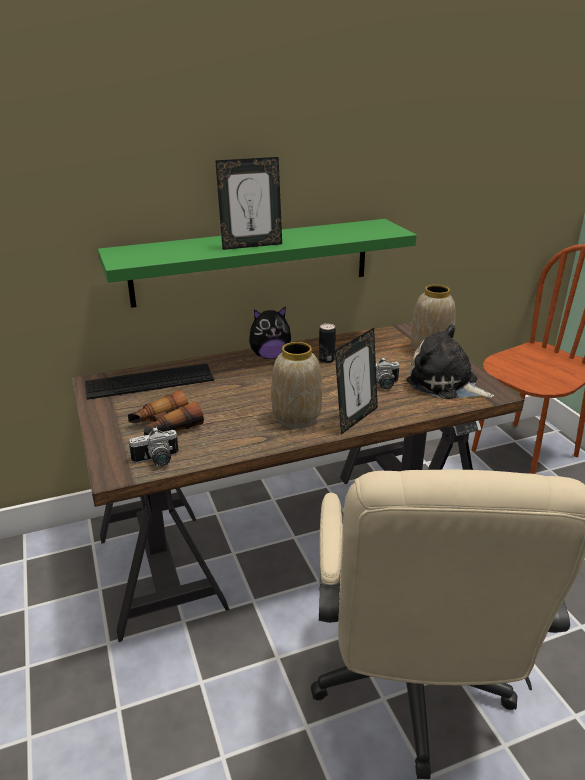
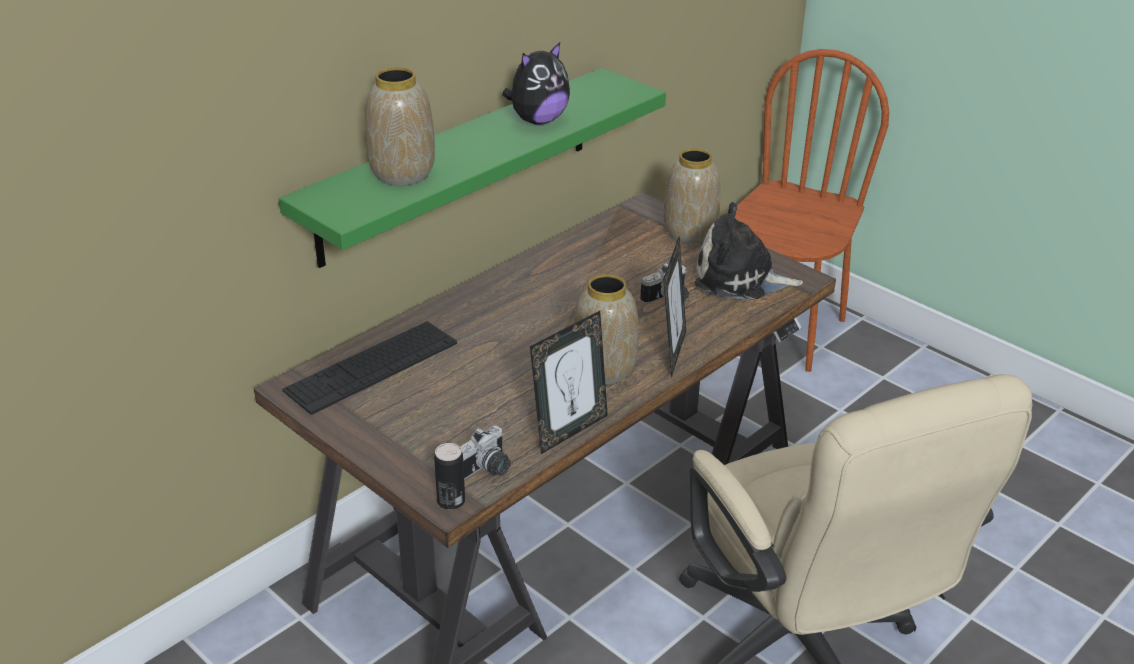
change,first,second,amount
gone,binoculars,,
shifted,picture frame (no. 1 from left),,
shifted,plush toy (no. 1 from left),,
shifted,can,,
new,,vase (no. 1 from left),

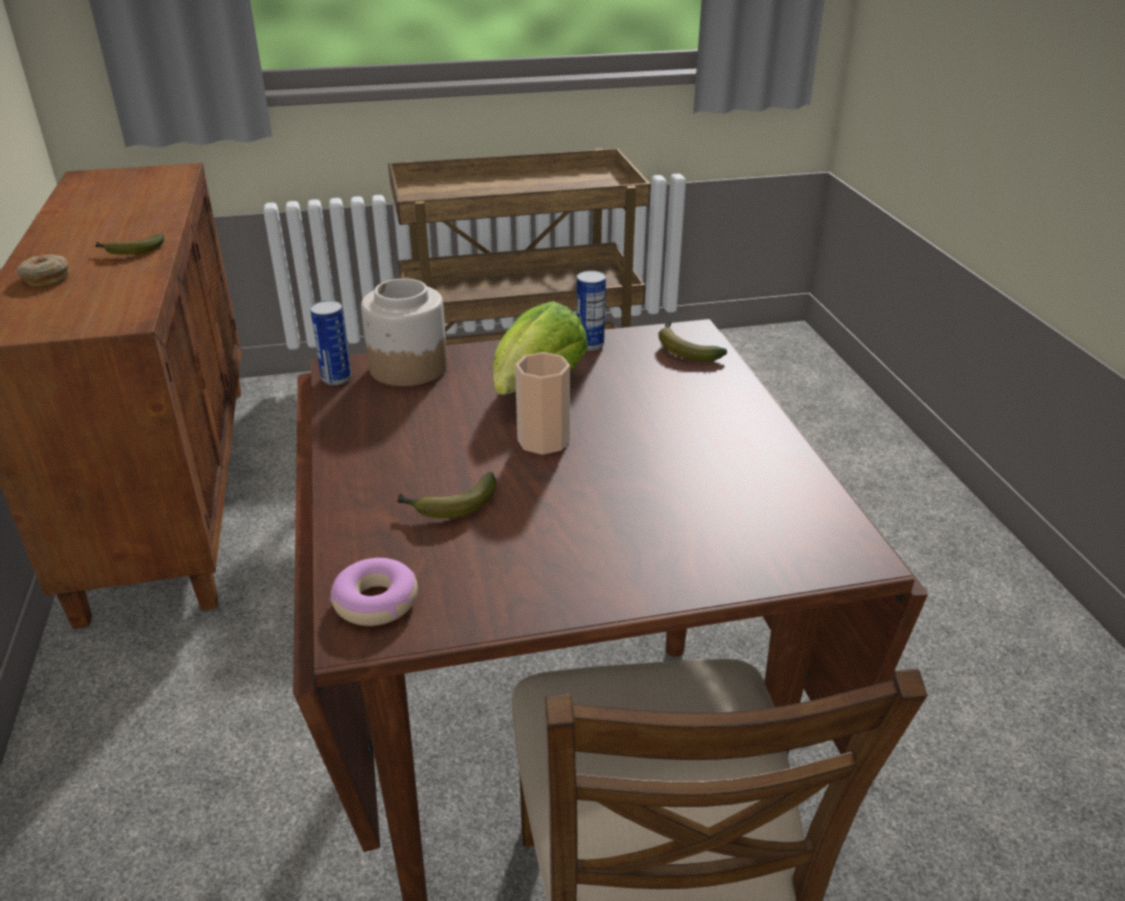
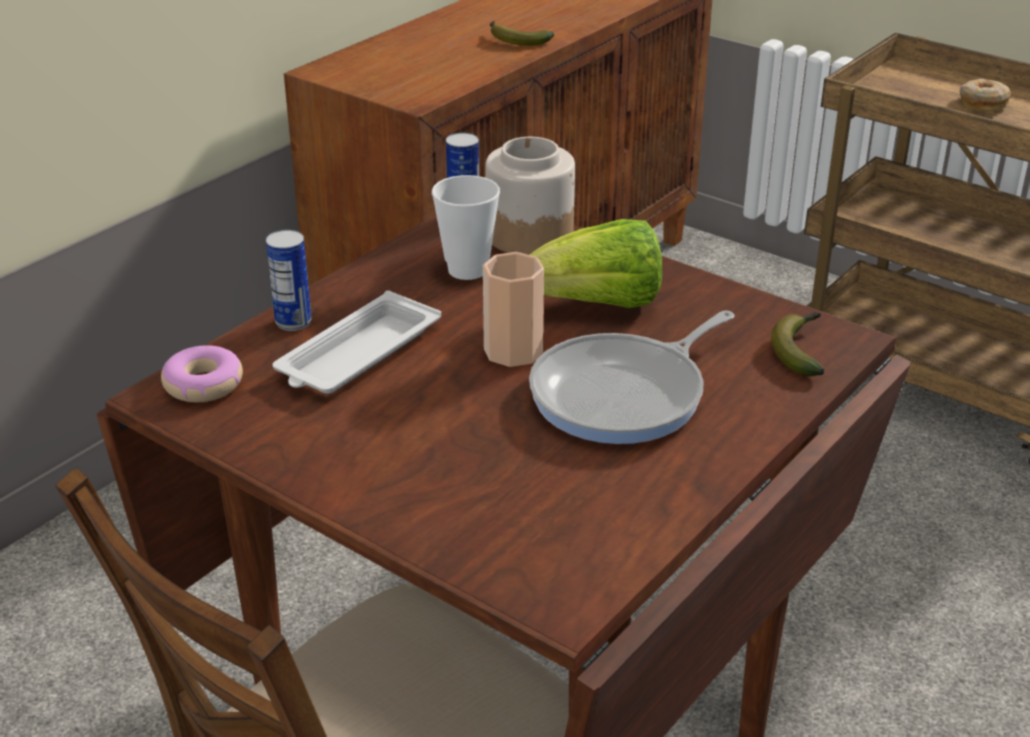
change,first,second,amount
shifted,donut (no. 1 from left in the first image),donut (no. 2 from left),
swapped,banana (no. 2 from left),tray in white,
shifted,can (no. 2 from left in the first image),can (no. 1 from left),
new,,cup (no. 1 from left),
new,,frying pan,

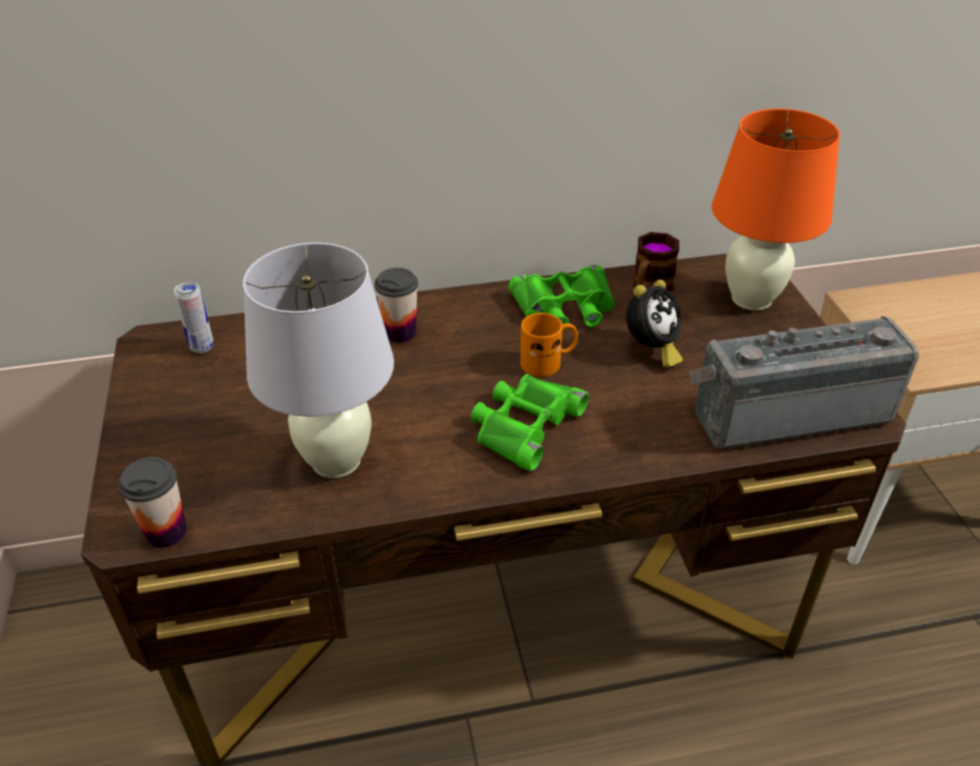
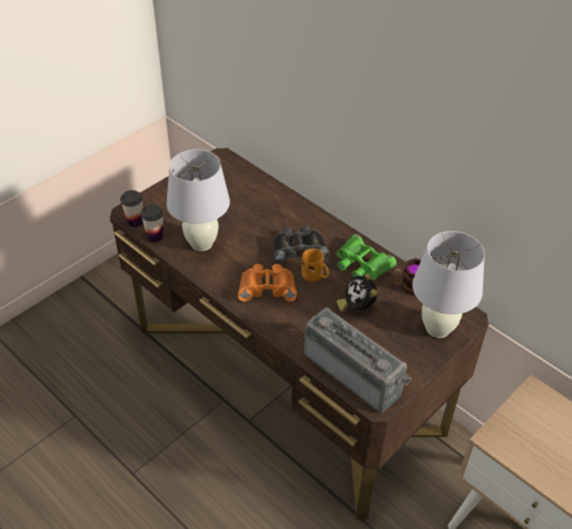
change,first,second,amount
gone,can,,
shifted,cup (no. 2 from left),,
repainted,binoculars in green (no. 1 from left),binoculars in orange,
rotated,alarm clock,,60 degrees clockwise
repainted,table lamp in orange,table lamp in white (no. 2 from left),
new,,binoculars in black,

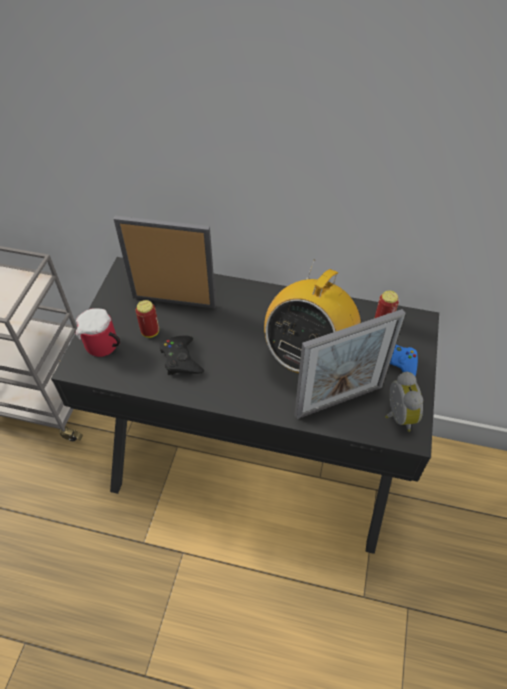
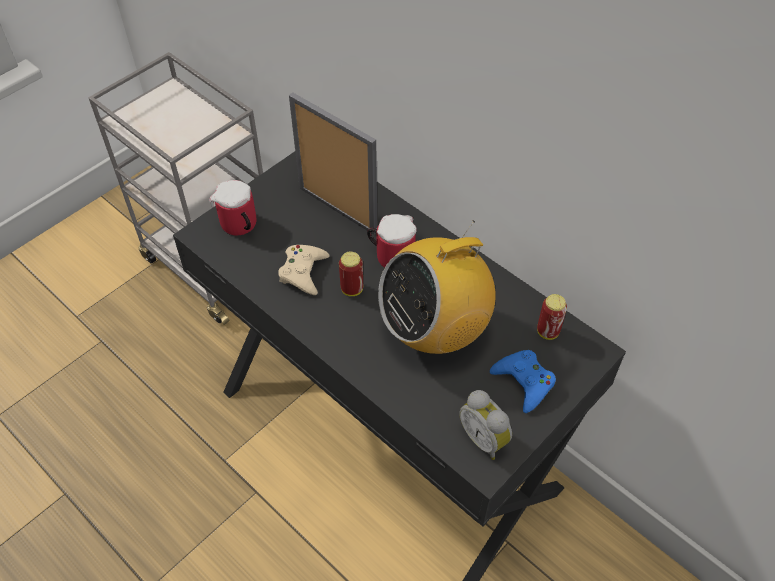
change,first,second,amount
shifted,can (no. 1 from left),,
repainted,game controller in black,game controller in beige,
gone,picture frame (no. 2 from left),,
rotated,alarm clock,,120 degrees clockwise
new,,mug (no. 2 from left),

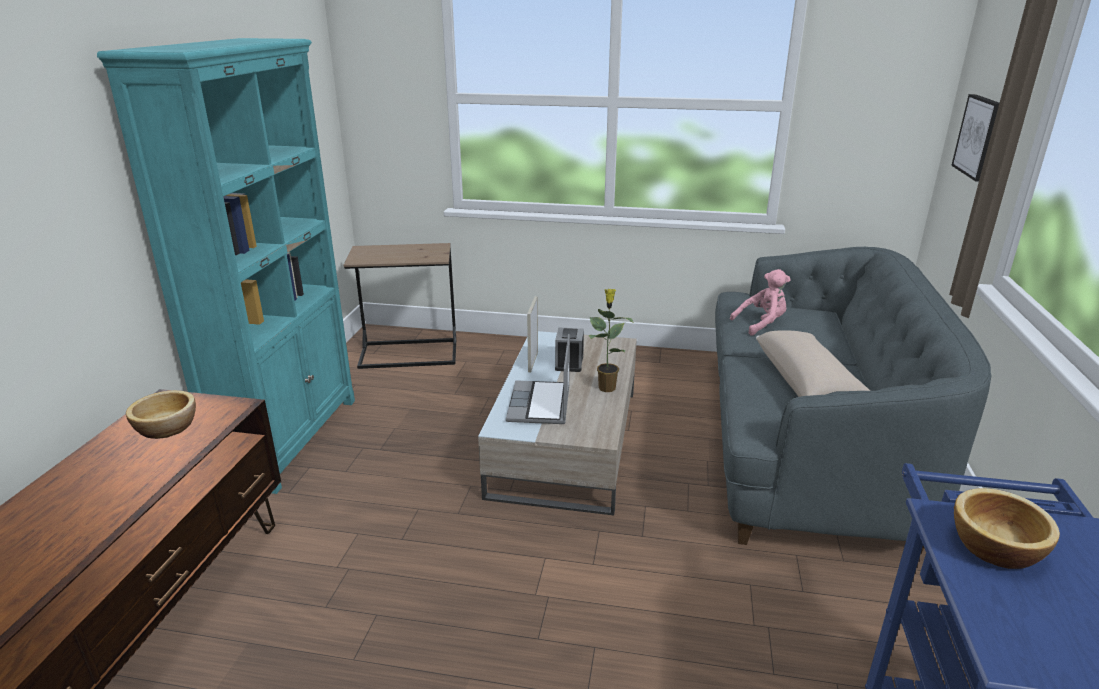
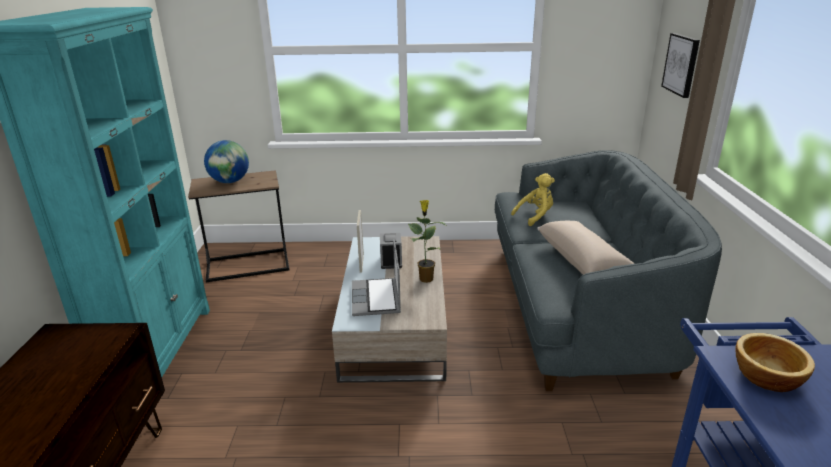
change,first,second,amount
gone,bowl (no. 1 from left),,
repainted,plush toy in pink,plush toy in yellow,
new,,globe,

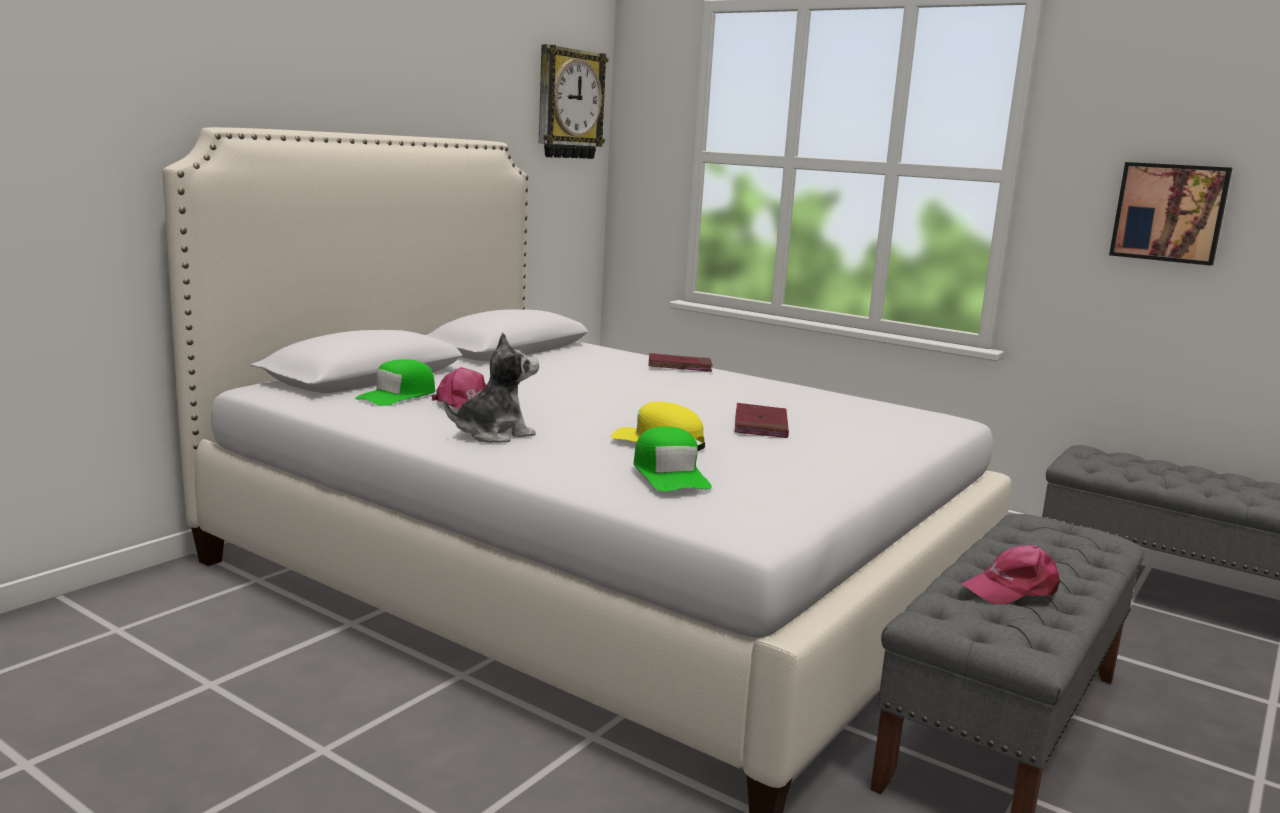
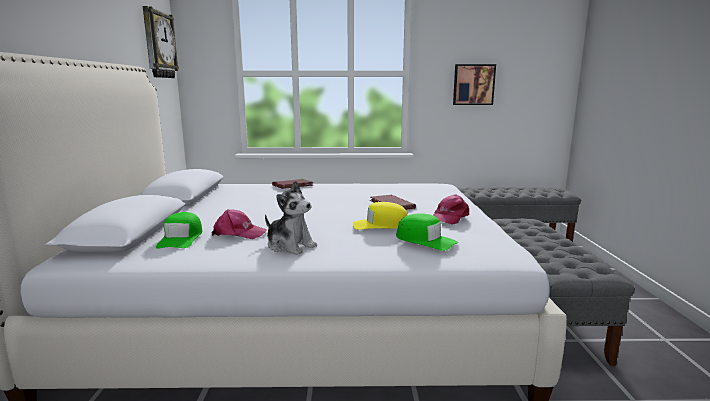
change,first,second,amount
rotated,plush toy,,105 degrees clockwise
shifted,cap in pink (no. 2 from left),,

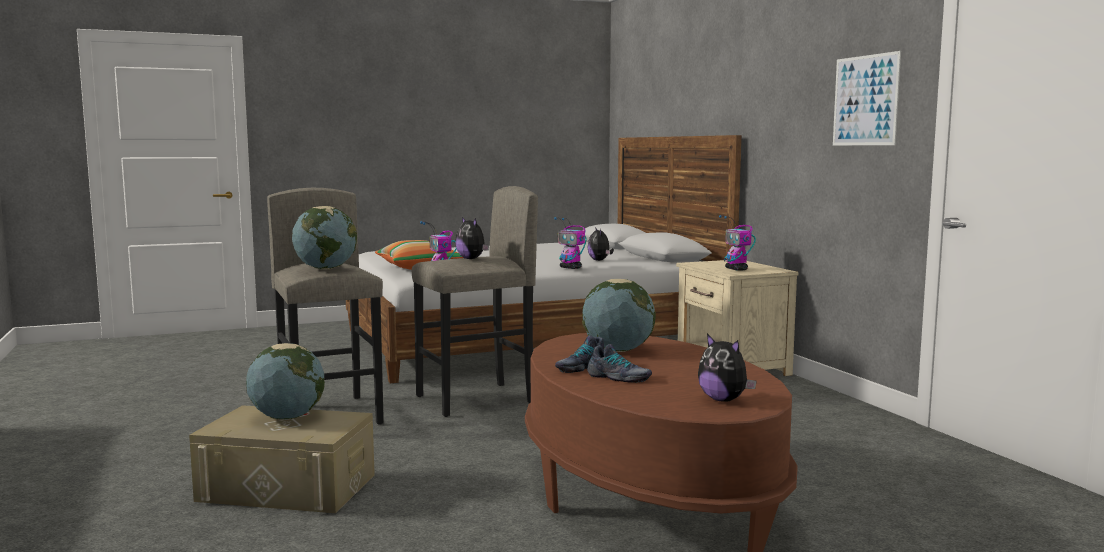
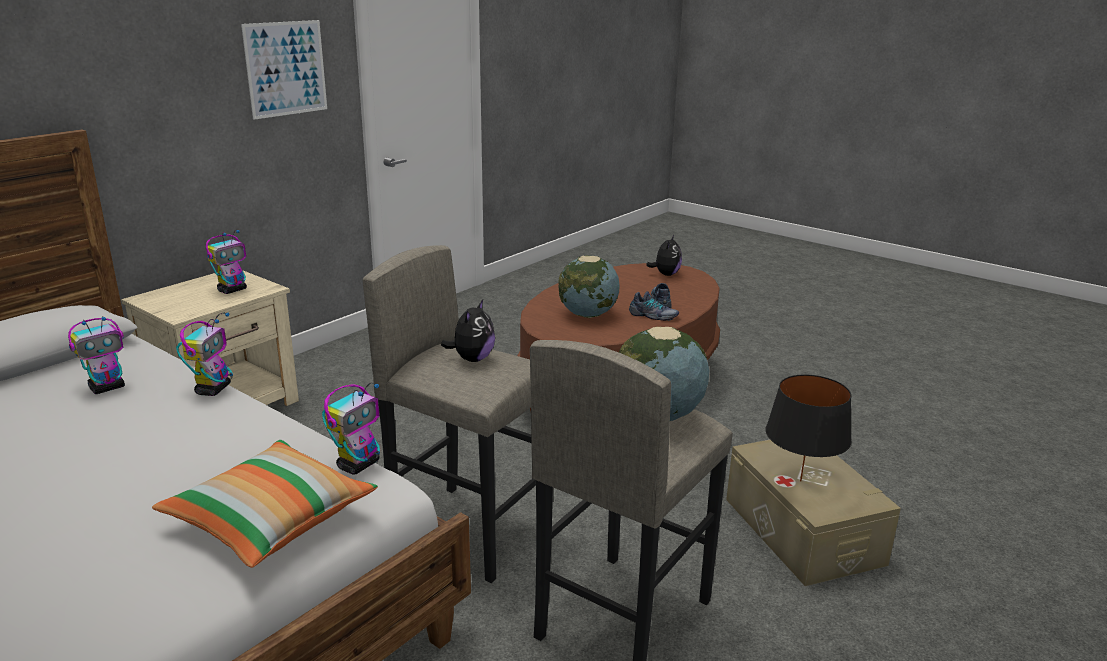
change,first,second,amount
swapped,globe (no. 1 from left),table lamp in black,
swapped,plush toy (no. 2 from left),toy robot (no. 1 from left),

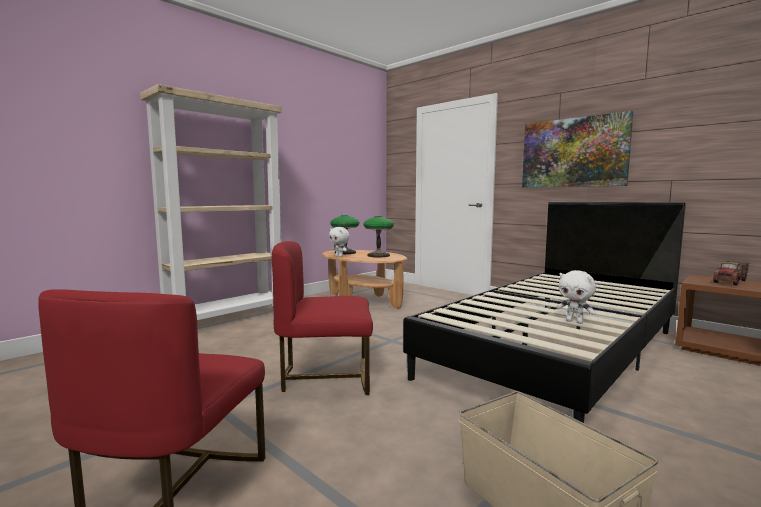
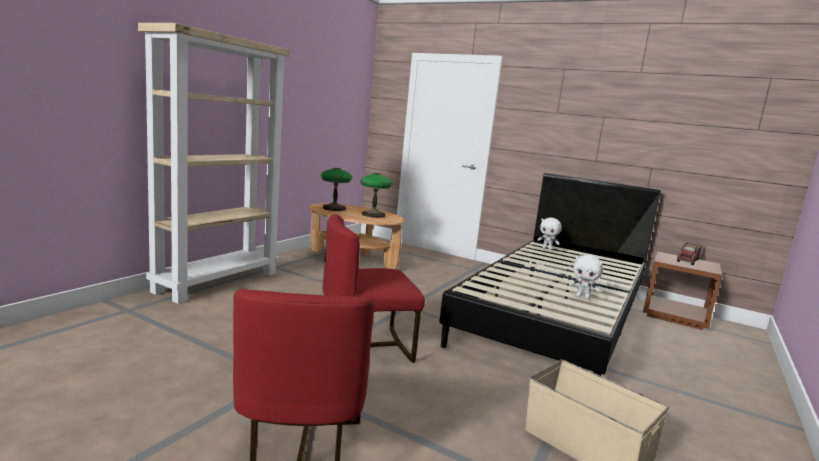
change,first,second,amount
shifted,plush toy in white (no. 1 from left),,
gone,picture,,

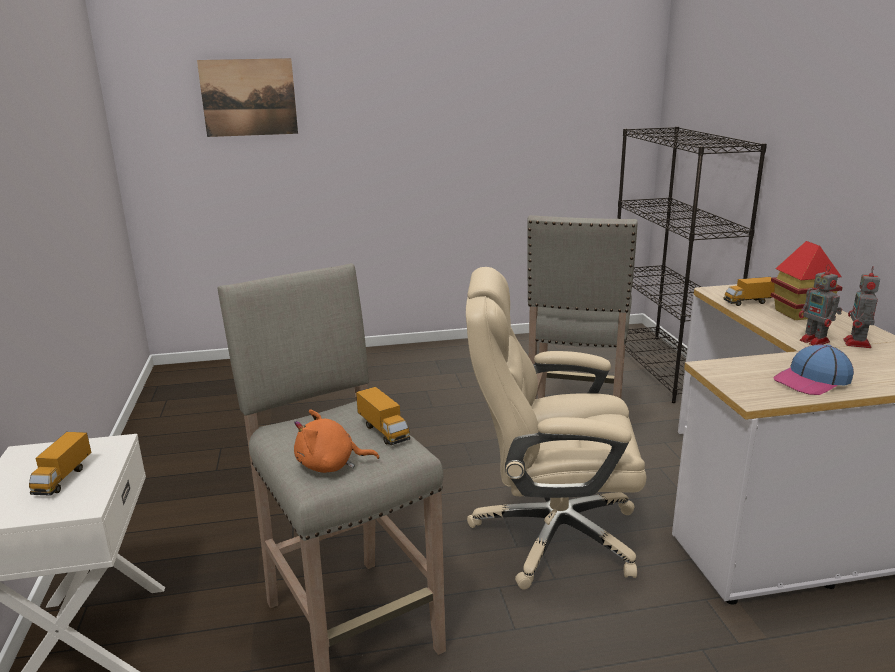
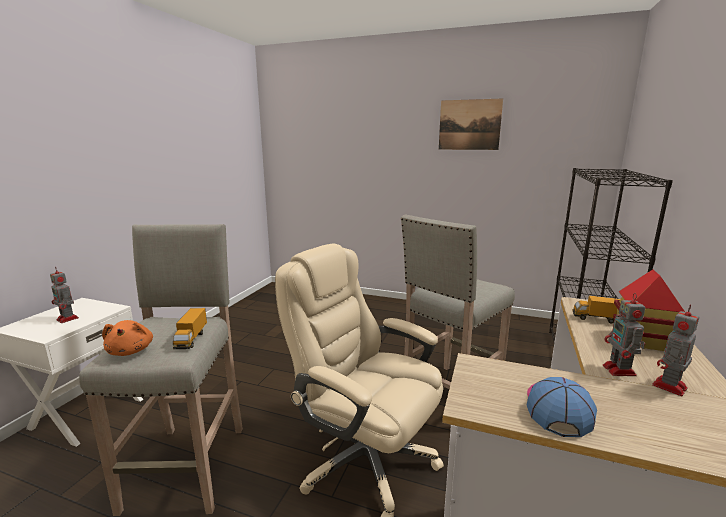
change,first,second,amount
swapped,toy truck (no. 1 from left),toy robot (no. 1 from left),
shifted,picture,,
rotated,plush toy in orange,,135 degrees counterclockwise
rotated,cap,,105 degrees clockwise

